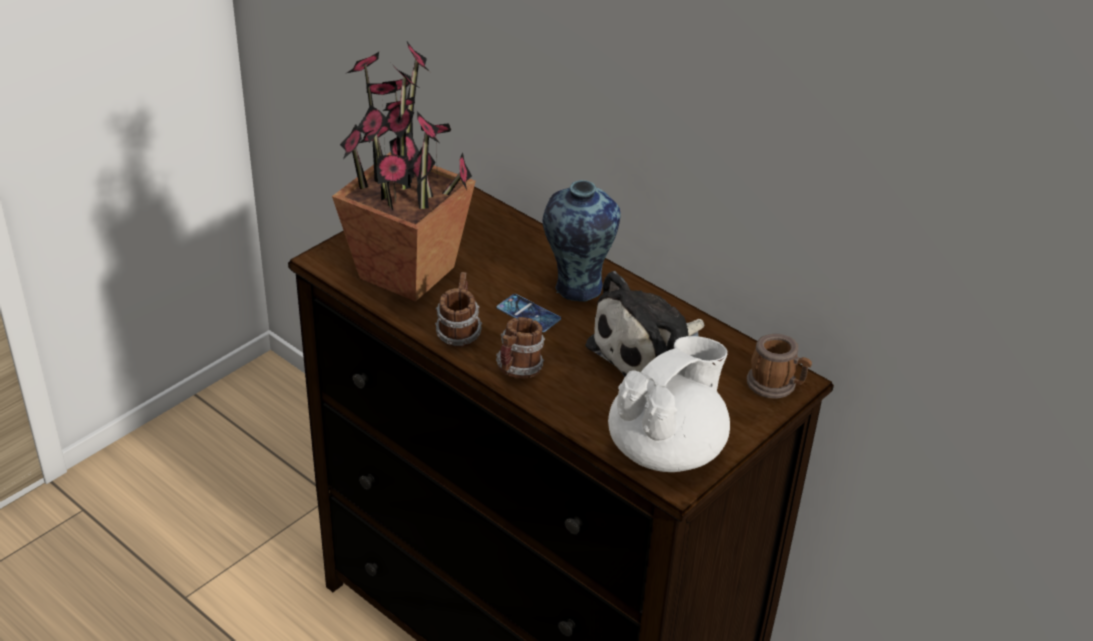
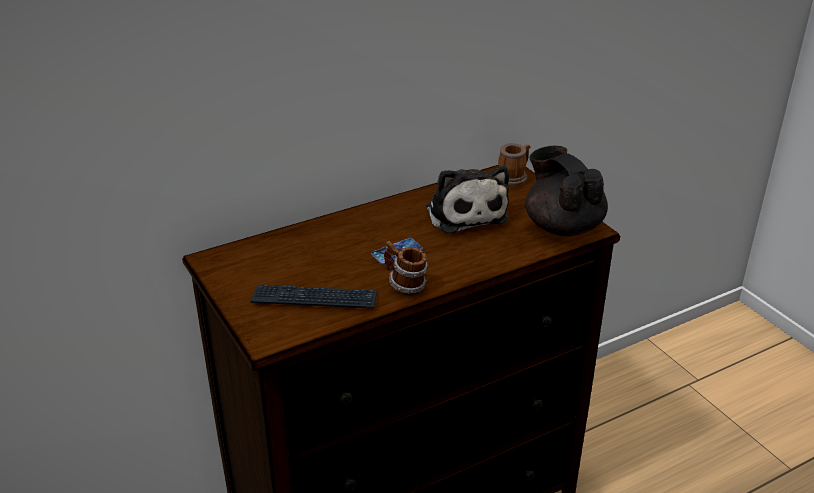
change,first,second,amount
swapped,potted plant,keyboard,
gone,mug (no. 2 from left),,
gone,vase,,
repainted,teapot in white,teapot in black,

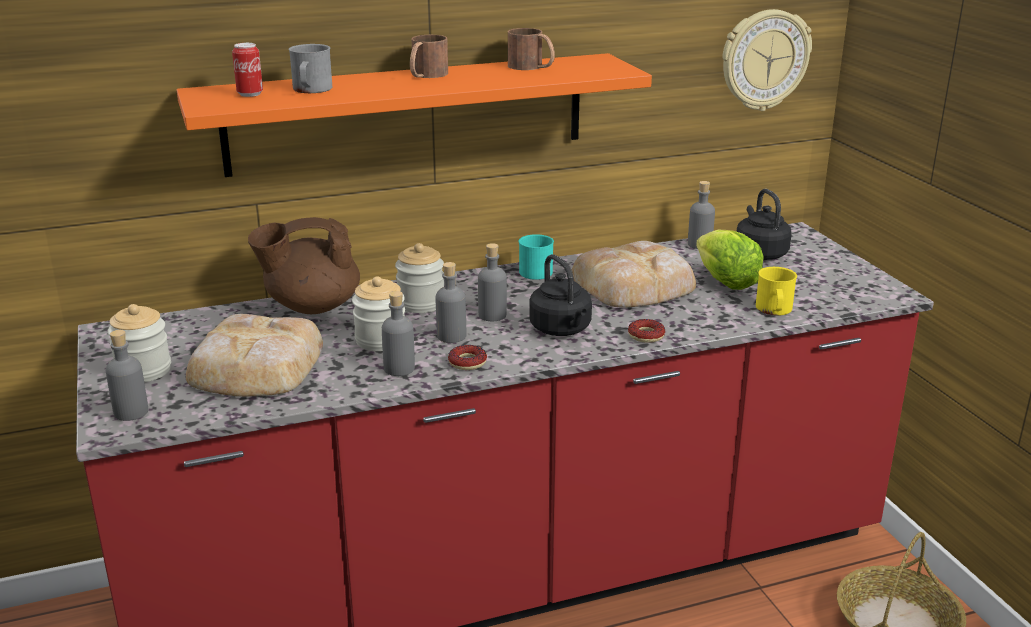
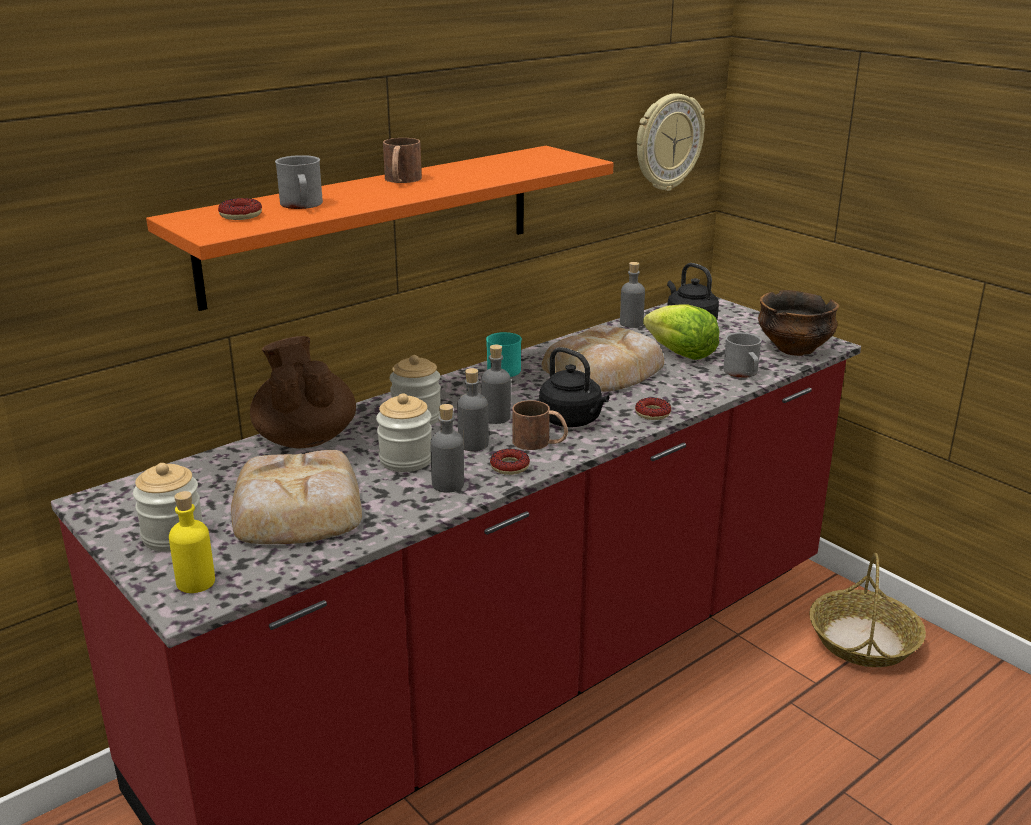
change,first,second,amount
repainted,bottle in grey (no. 1 from left),bottle in yellow,
swapped,can,donut (no. 1 from left),
rotated,teapot in brown,,105 degrees clockwise
shifted,mug in brown (no. 2 from left),,
repainted,mug in yellow,mug in grey (no. 2 from left),
new,,bowl,

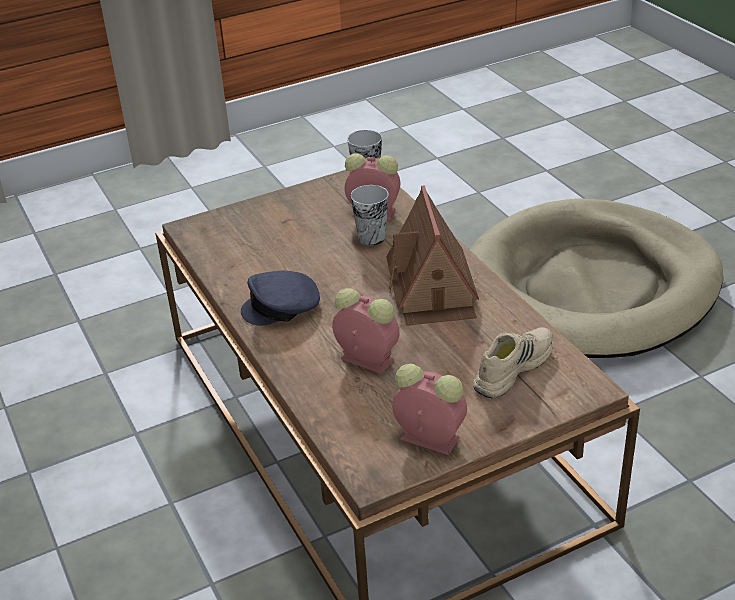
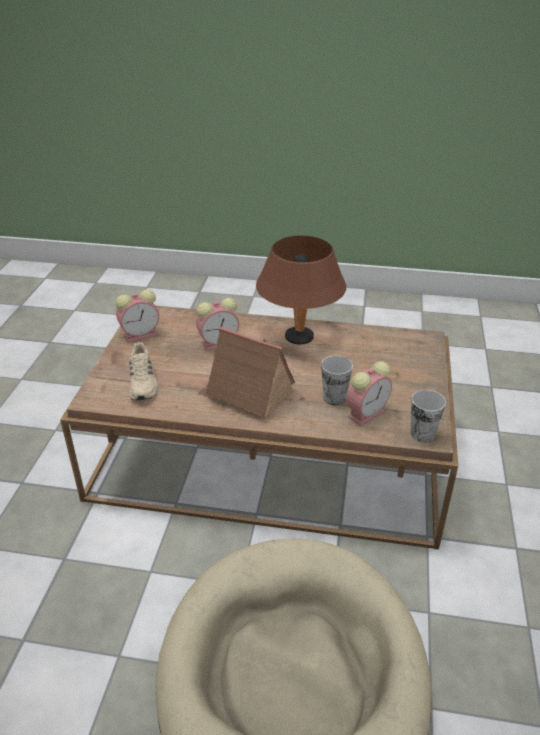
change,first,second,amount
swapped,cap in grey,table lamp in brown,

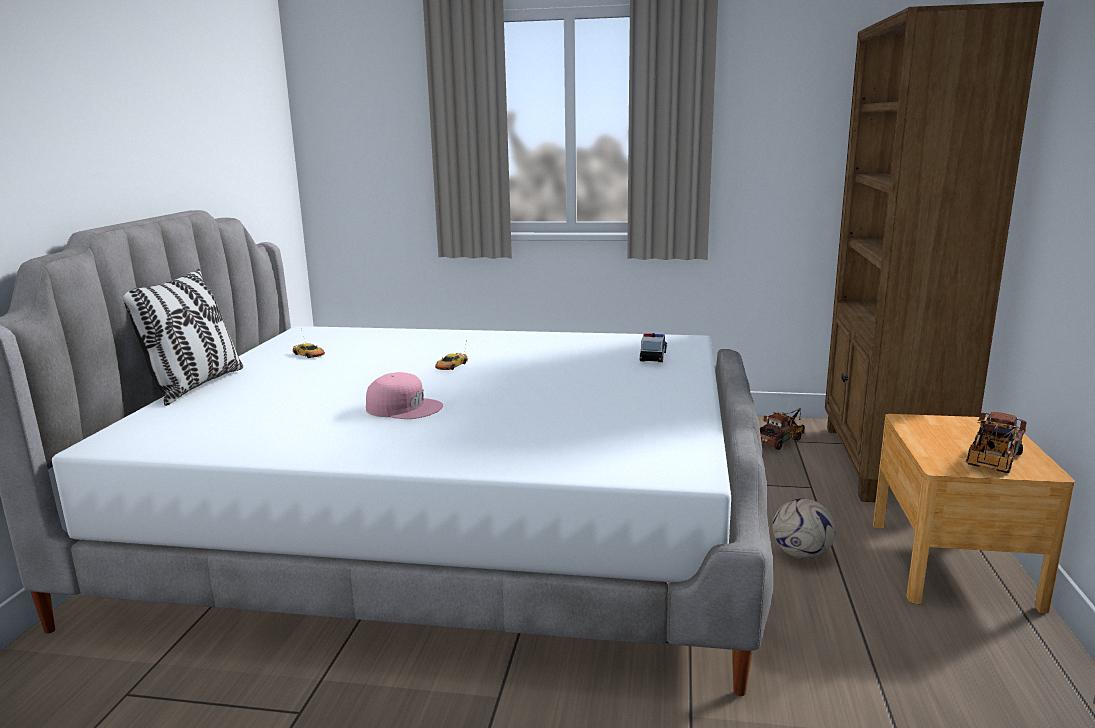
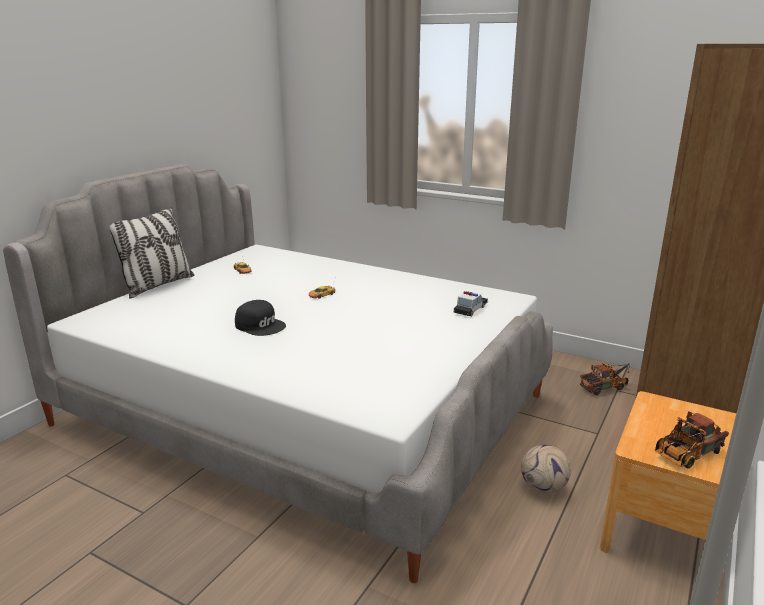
change,first,second,amount
repainted,cap in pink,cap in black,

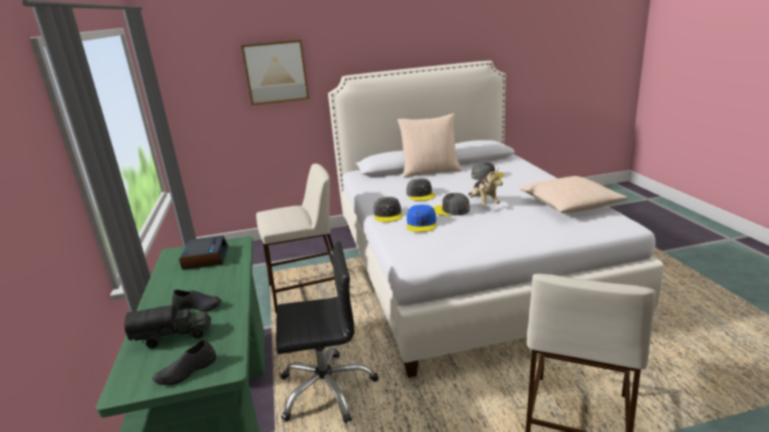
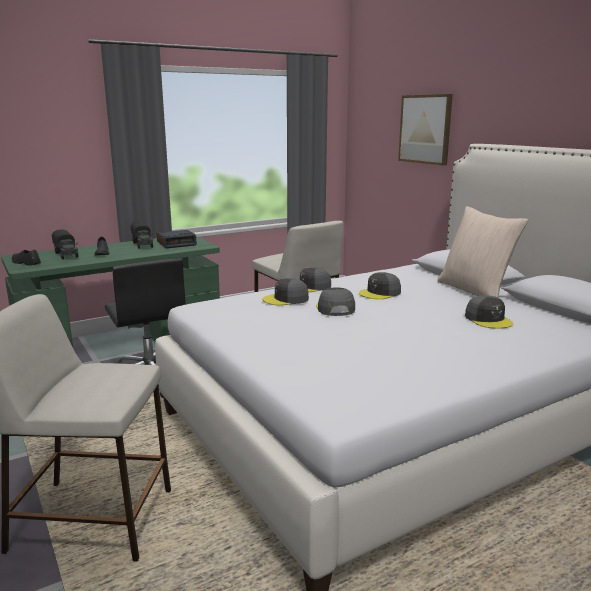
change,first,second,amount
repainted,cap in blue,cap in grey (no. 1 from left),
gone,plush toy,,
gone,pillow in beige (no. 2 from left),,
new,,toy truck (no. 2 from left),

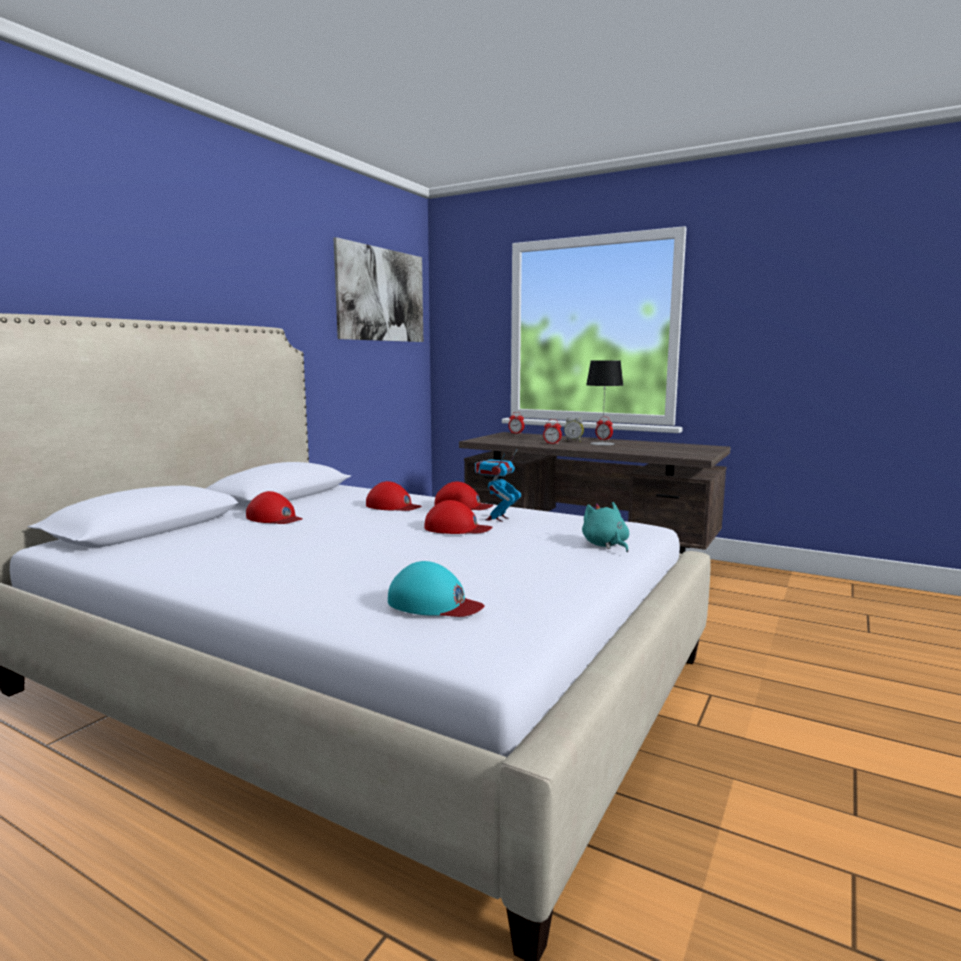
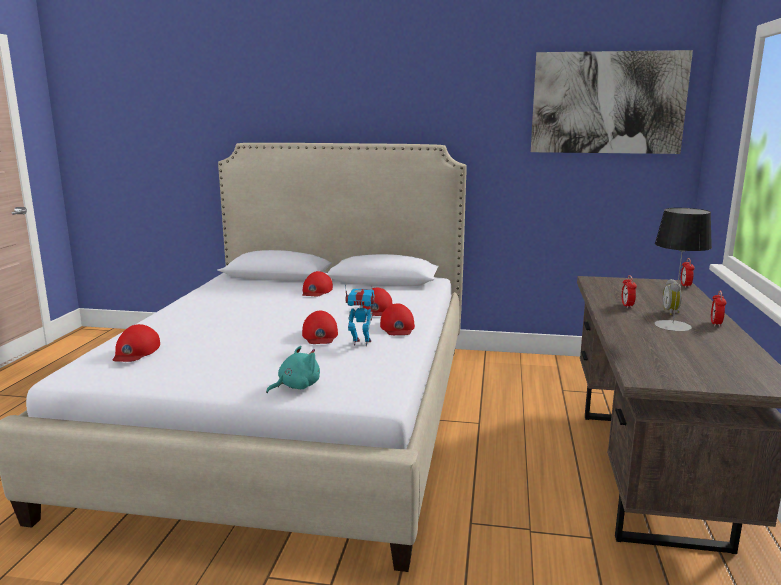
change,first,second,amount
repainted,cap in turquoise,cap in red (no. 1 from left),

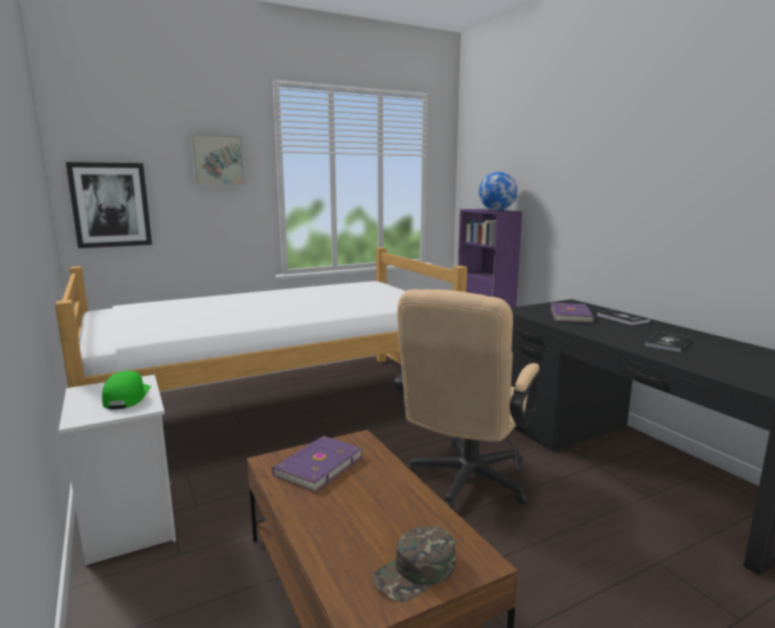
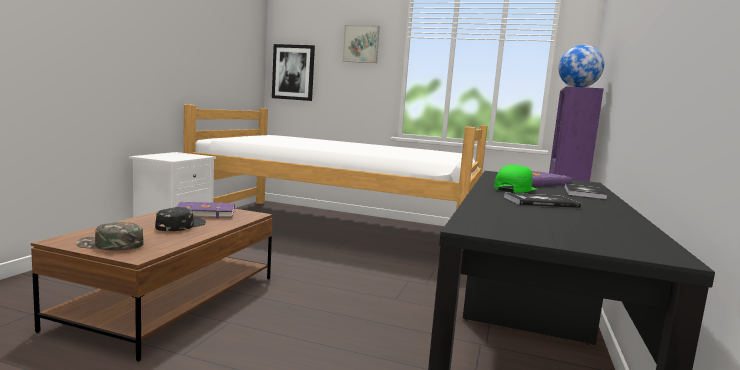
change,first,second,amount
shifted,cap in green (no. 1 from left in the first image),cap in green (no. 2 from left),
gone,office chair in beige,,
new,,cap in black,

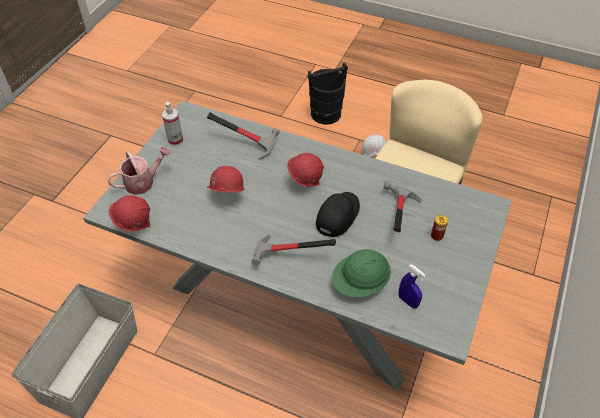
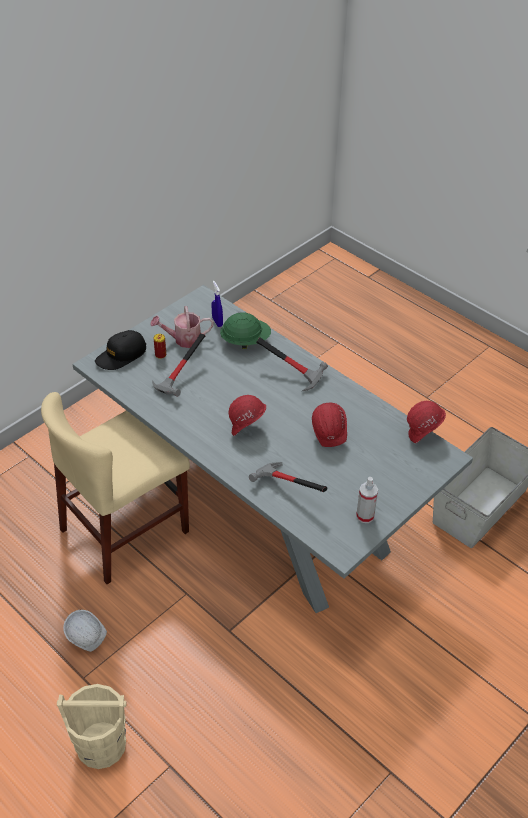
change,first,second,amount
shifted,watering can,,
repainted,bucket in black,bucket in beige,
shifted,cap in black,,

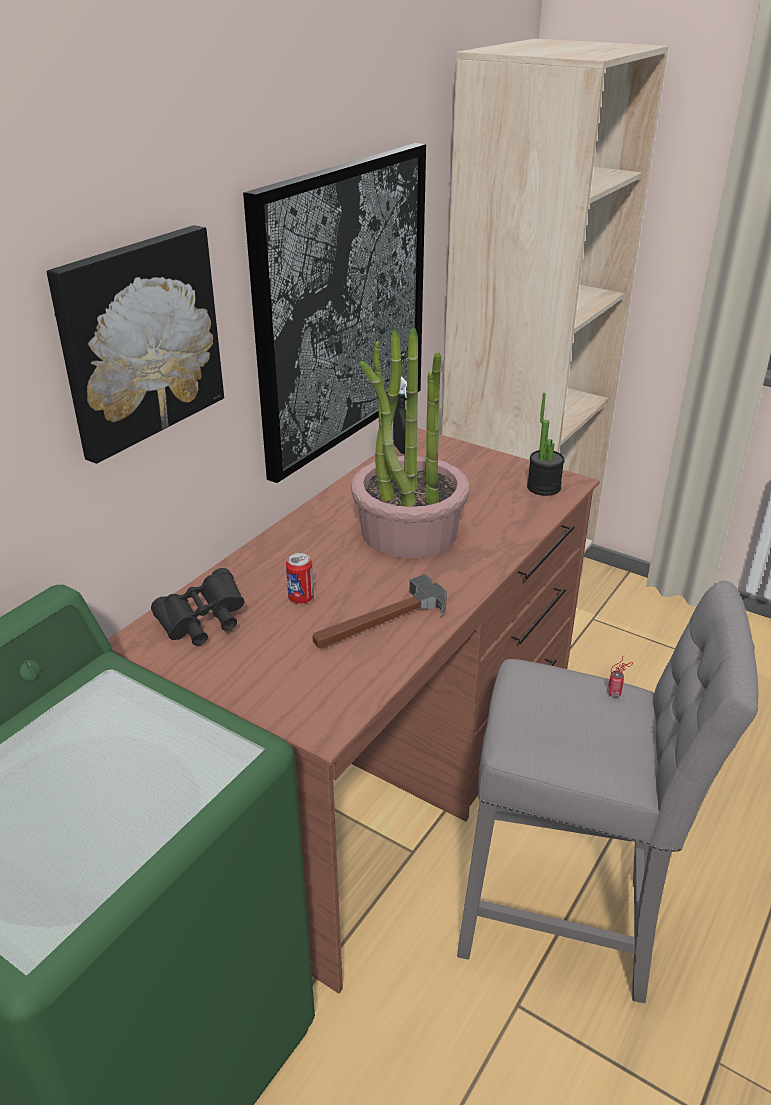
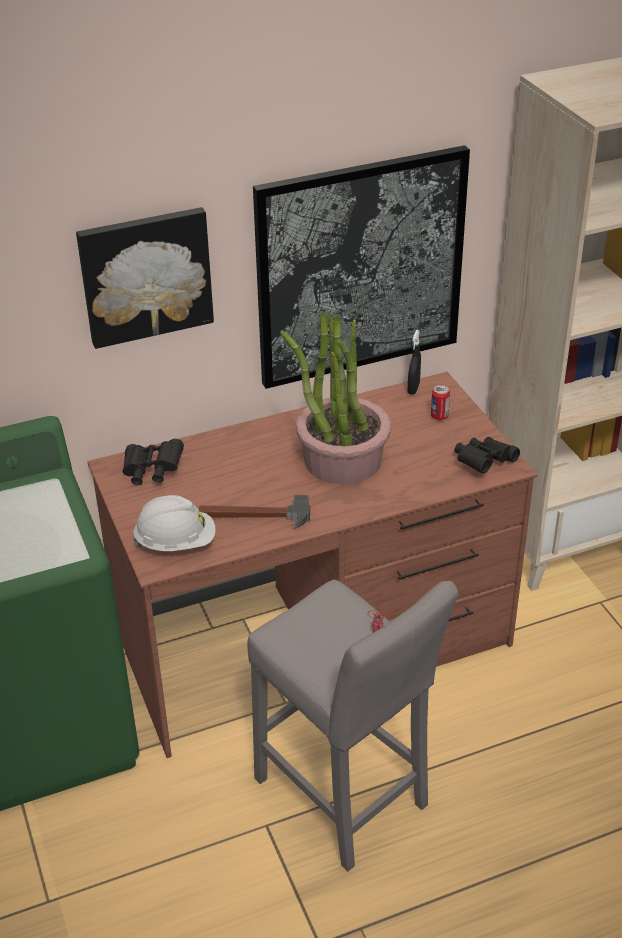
change,first,second,amount
shifted,can (no. 1 from left in the first image),can (no. 2 from left),
swapped,potted plant (no. 2 from left),binoculars in black (no. 2 from left),
new,,hard hat in white,

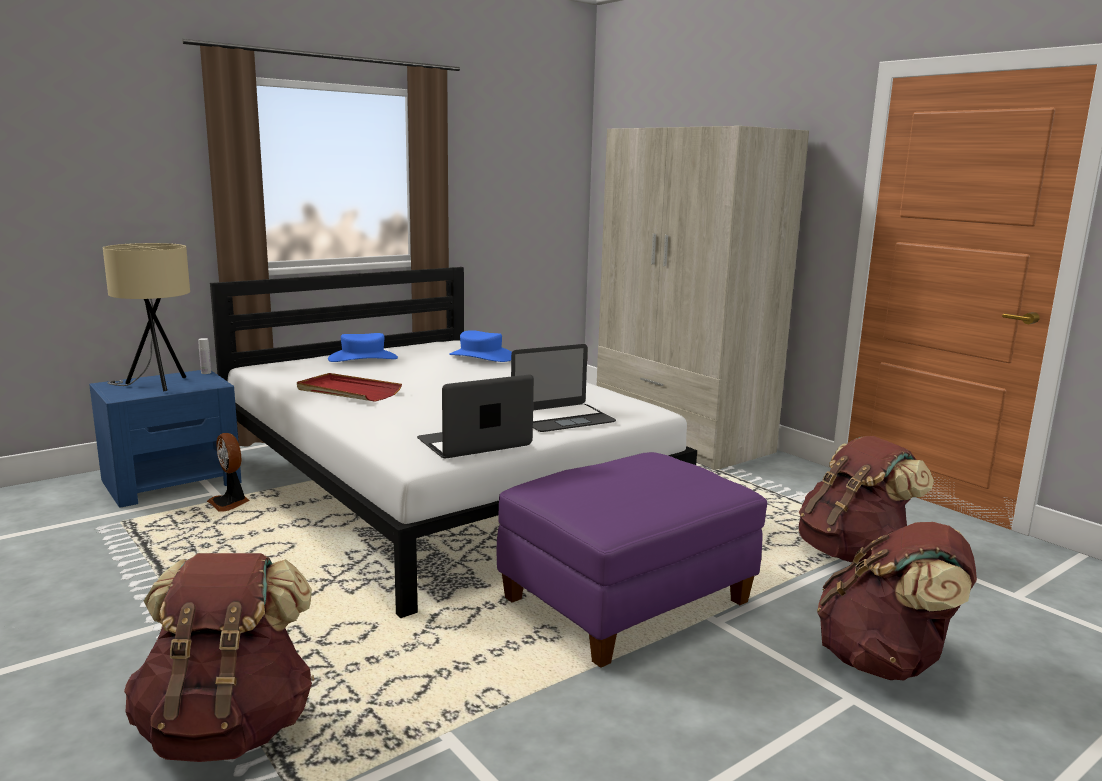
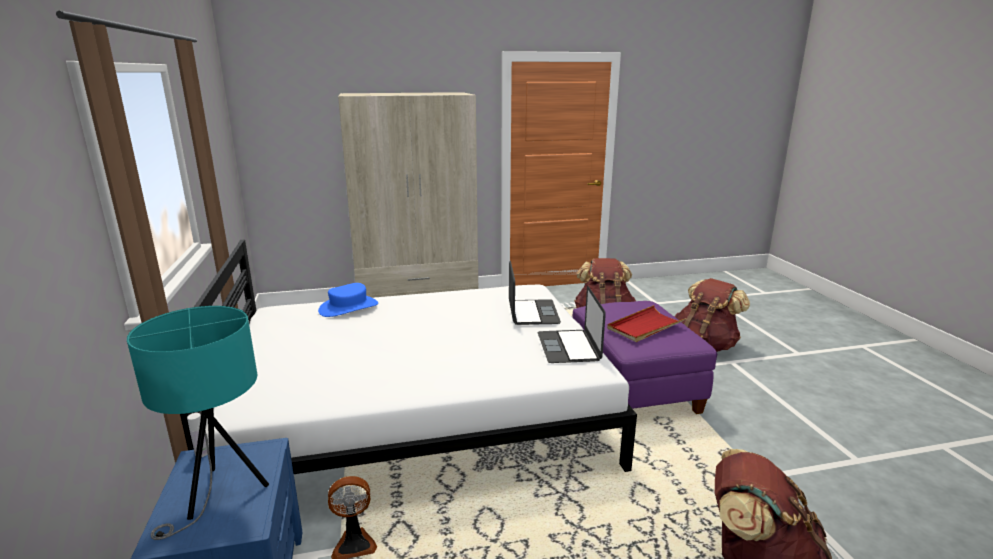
change,first,second,amount
repainted,table lamp in beige,table lamp in turquoise,
shifted,tray in red,,
gone,hat in blue (no. 1 from left),,

